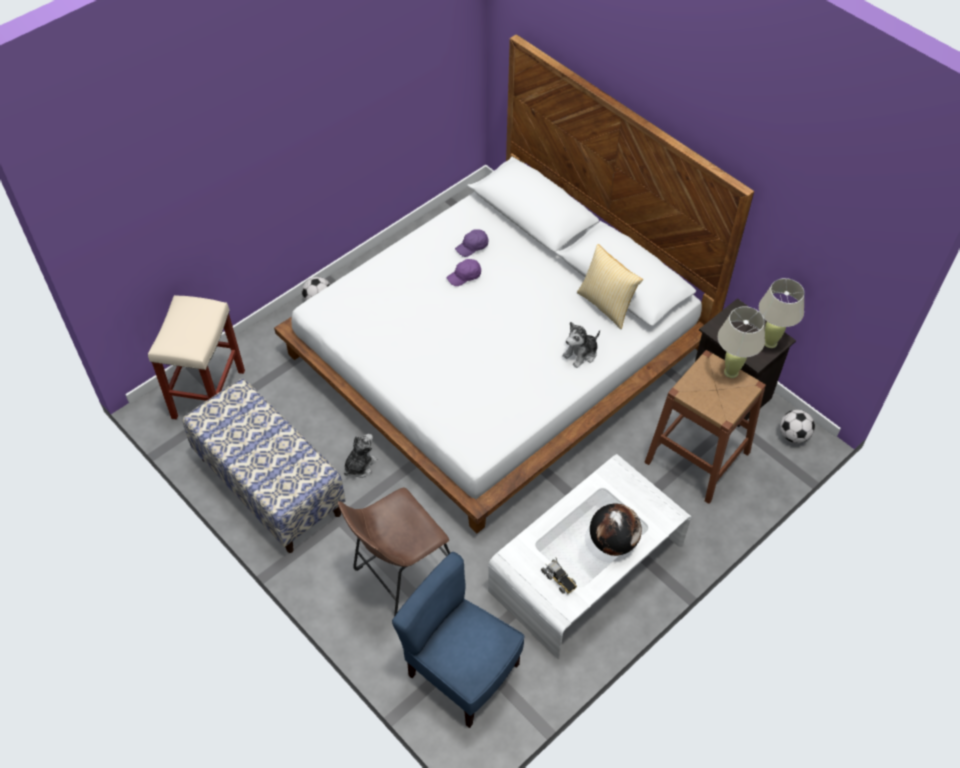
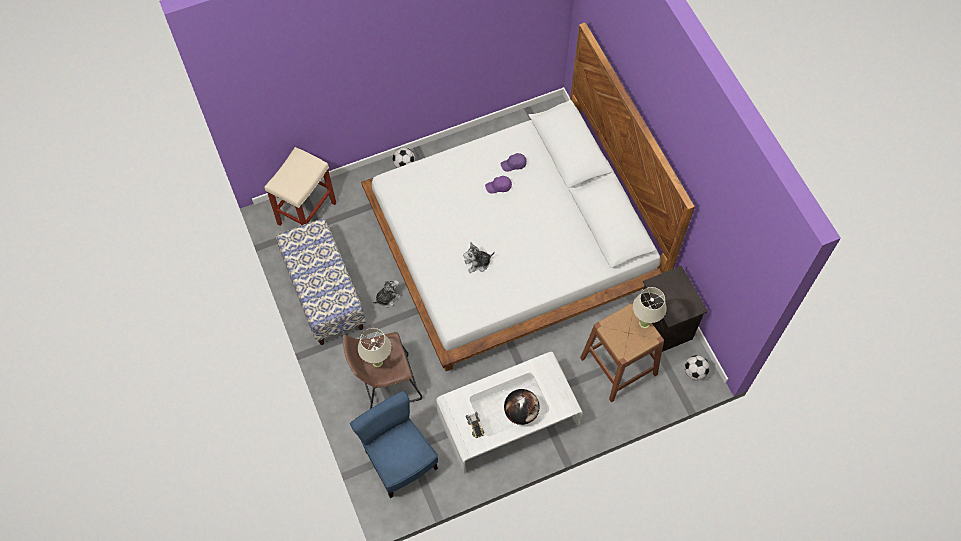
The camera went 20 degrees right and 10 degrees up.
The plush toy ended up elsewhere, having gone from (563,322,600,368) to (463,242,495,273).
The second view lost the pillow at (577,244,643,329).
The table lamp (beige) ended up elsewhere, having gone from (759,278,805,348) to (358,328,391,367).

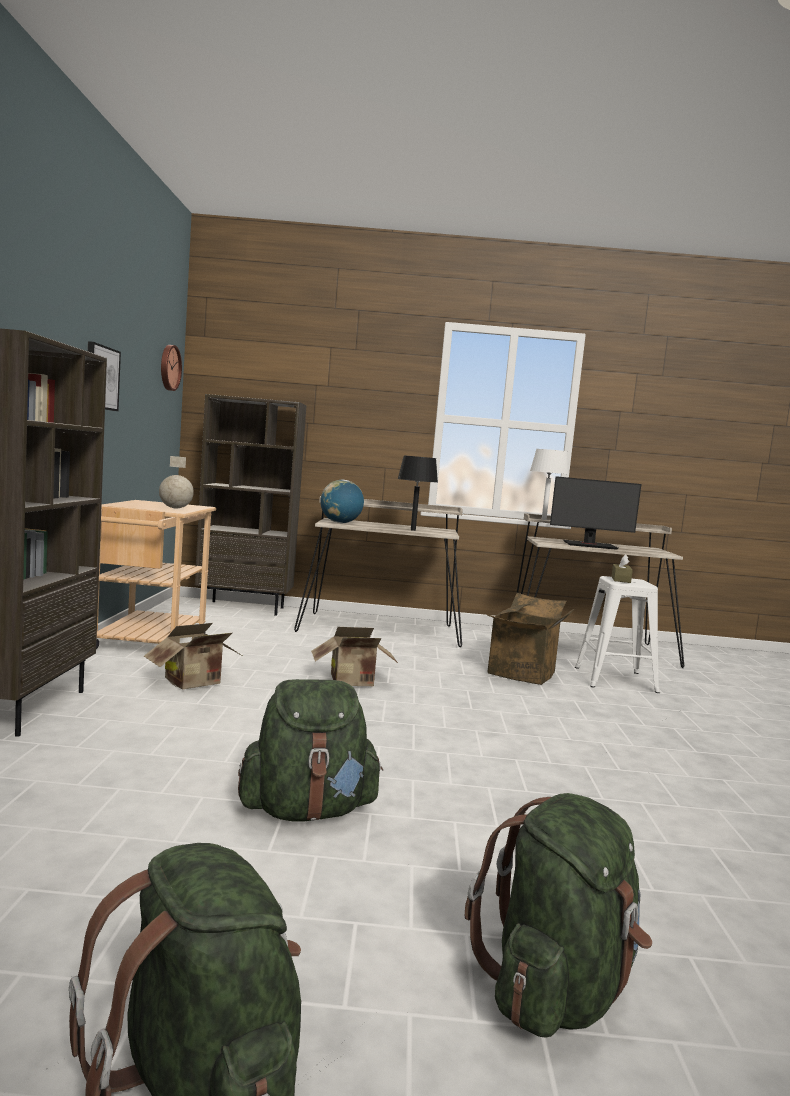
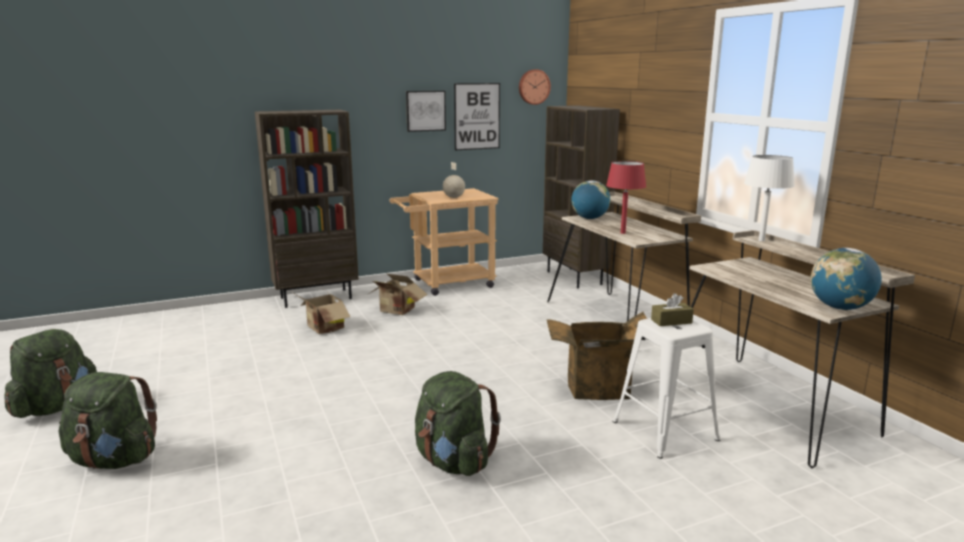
The camera went 65 degrees right and 10 degrees up.
The backpack (green) ended up elsewhere, having gone from (238,679,383,822) to (415,371,501,476).
The cardboard box ended up elsewhere, having gone from (311,627,398,686) to (293,287,351,334).
What was the table lamp (black) at (398,455,438,531) turned into the table lamp (red) at (606,161,646,234).
The second view lost the monitor at (550,476,641,550).
The second view gained the picture at (454,83,500,150).
The second view gained the globe at (811,248,882,310).

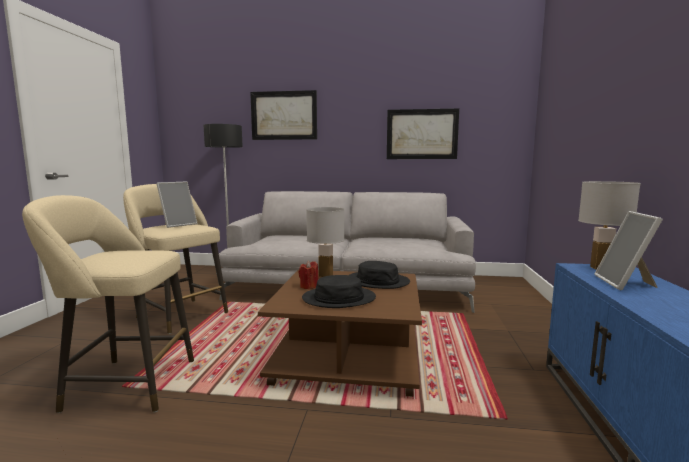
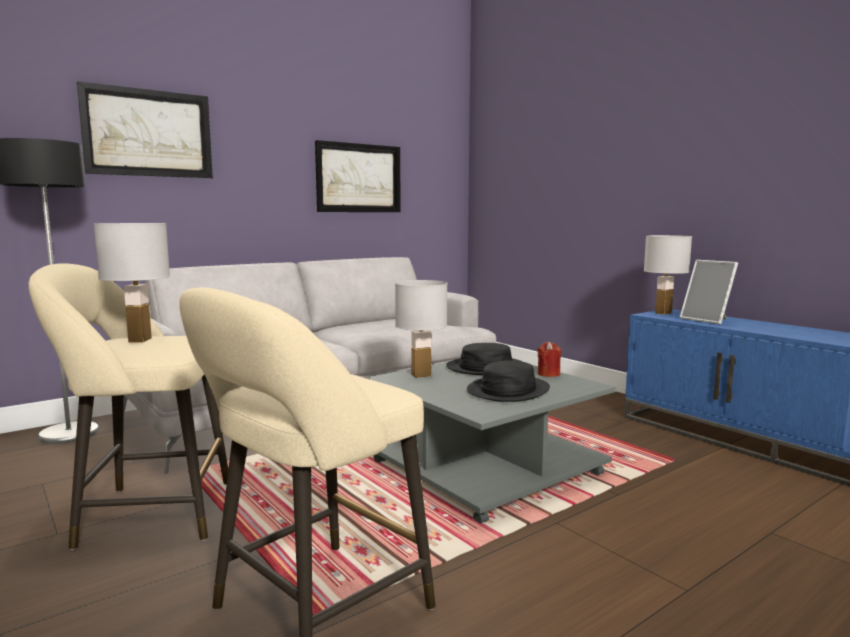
The camera went 45 degrees left and 0 degrees up.
Where the picture frame stood at (156,182,198,228), the table lamp (white) came to stand at (94,223,170,343).
What was the coffee table (brown) at (258,270,422,397) turned into the coffee table (grey) at (366,362,616,524).
The candle (red) ended up elsewhere, having gone from (299,261,318,289) to (537,342,561,377).

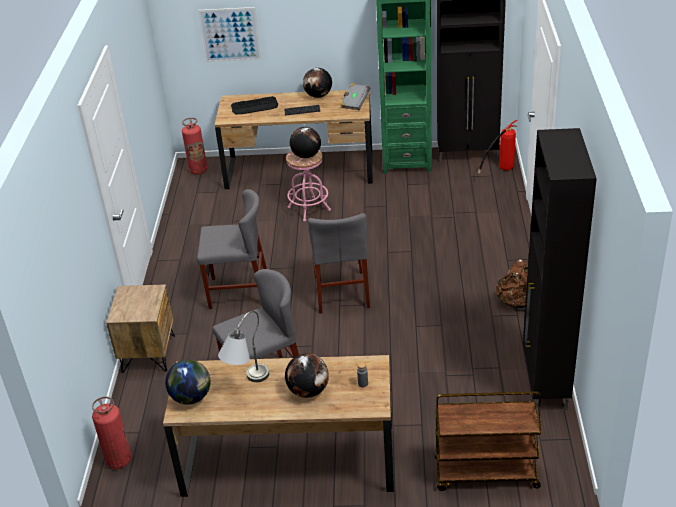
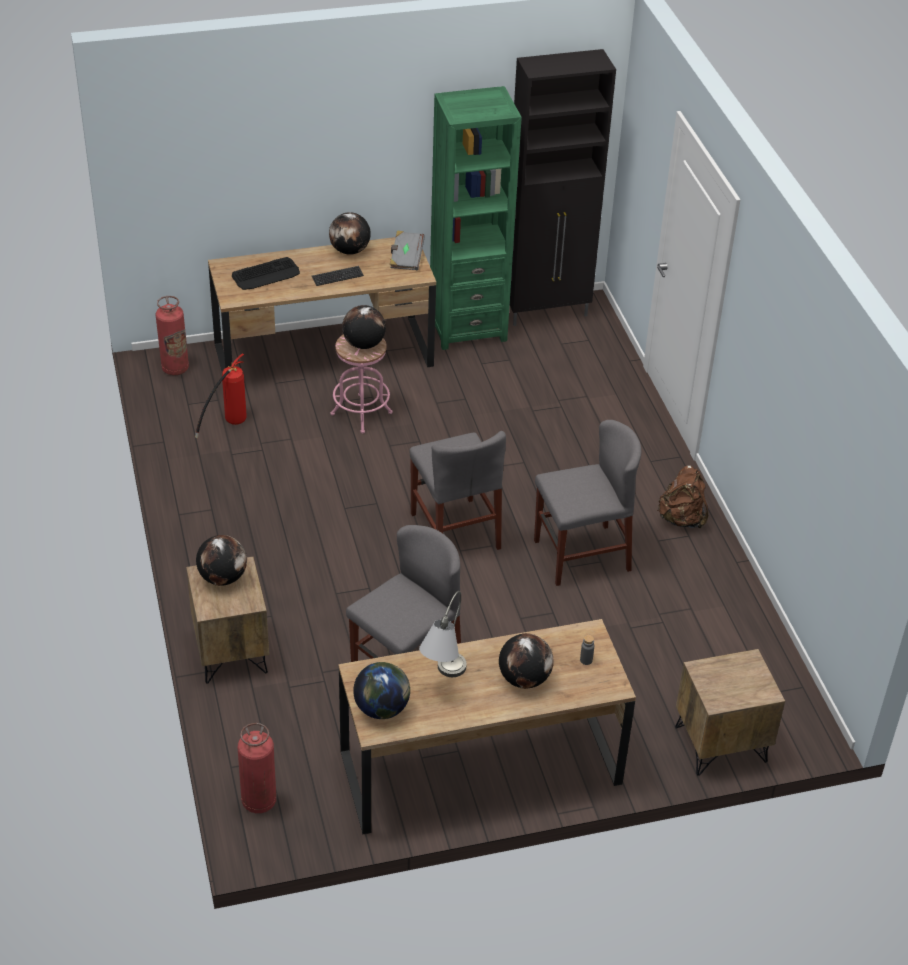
The camera went 20 degrees left and 5 degrees up.
The chair (grey) ended up elsewhere, having gone from (197,189,267,309) to (534,420,641,586).
The second view lost the picture at (198,7,261,62).
Where the cart (brown) stood at (435,391,542,491), the nightstand (brown) came to stand at (675,649,785,776).
The fire extinguisher ended up elsewhere, having gone from (478,120,517,173) to (195,354,247,438).
The second view lost the cabinet (black) at (523,128,597,411).
The second view gained the globe at (196,535,247,586).

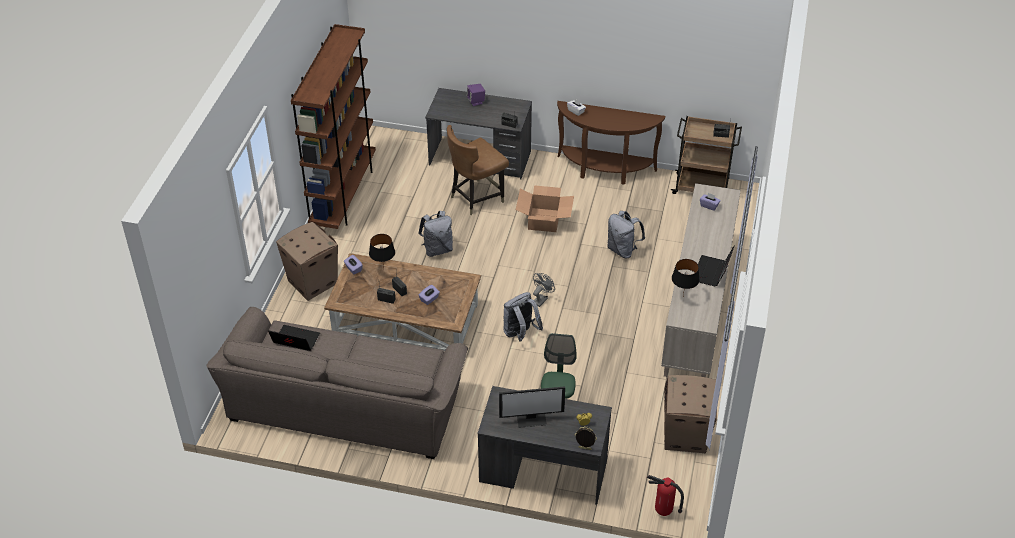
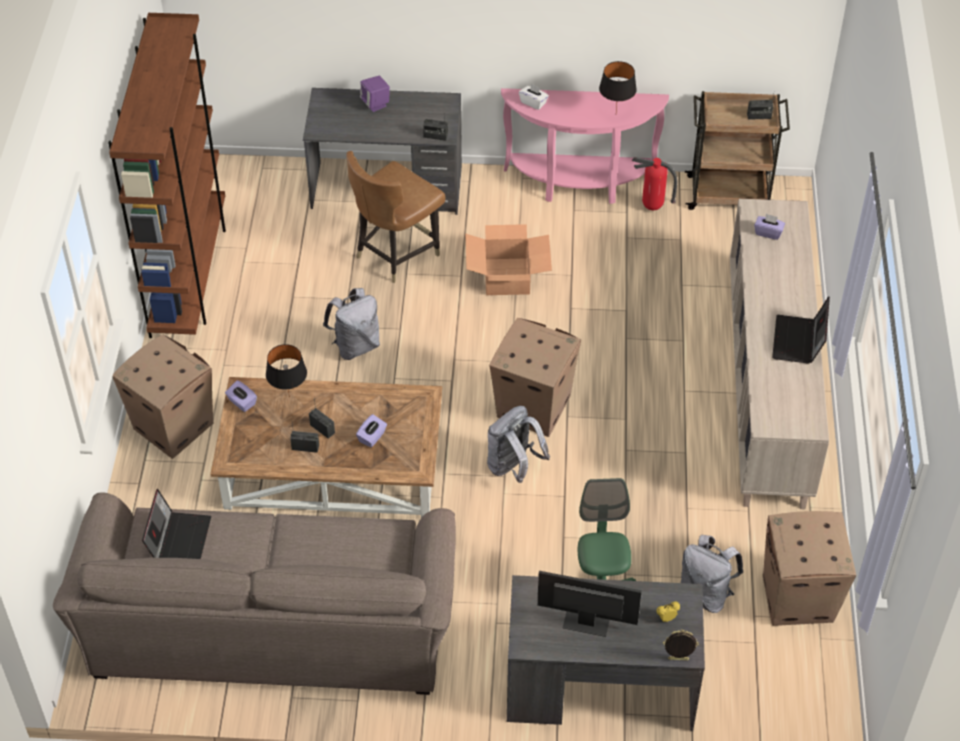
The camera went 10 degrees left and 5 degrees up.
The laptop at (268,325,320,351) ended up facing another way, 90 degrees clockwise from before.
The monitor at (499,386,565,428) ended up facing another way, 150 degrees counterclockwise from before.
Where the fan (grey) stood at (533,273,555,307), the cardboard box came to stand at (489,318,581,437).
What was the console table (brown) at (557,101,665,185) turned into the console table (pink) at (501,88,669,204).
The backpack (grey) ended up elsewhere, having gone from (607,211,645,258) to (681,535,743,613).
The fire extinguisher ended up elsewhere, having gone from (647,475,684,516) to (632,157,677,210).
The table lamp (black) ended up elsewhere, having gone from (672,259,700,296) to (599,61,637,111).

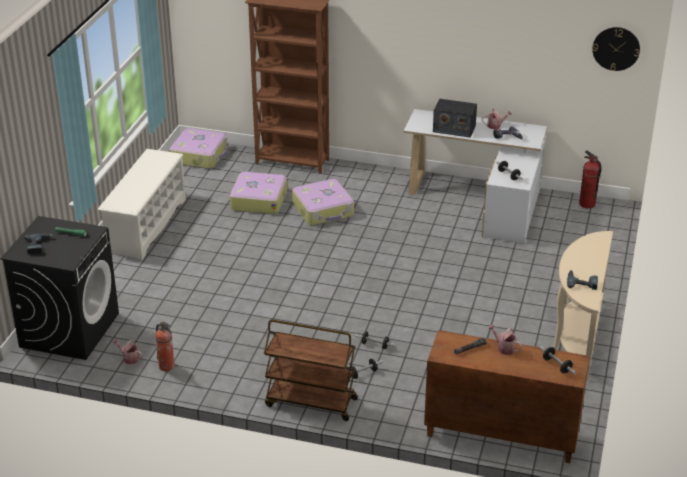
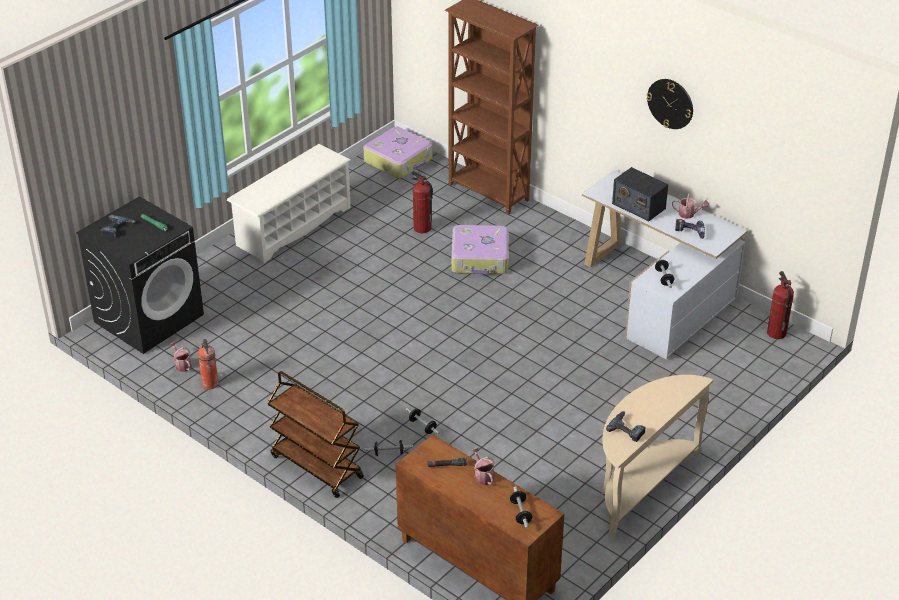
The camera went 25 degrees right and 5 degrees up.
Where the suitcase stood at (230,171,287,214), the fire extinguisher came to stand at (412,171,433,233).
The wall clock ended up elsewhere, having gone from (592,27,640,71) to (646,79,693,129).

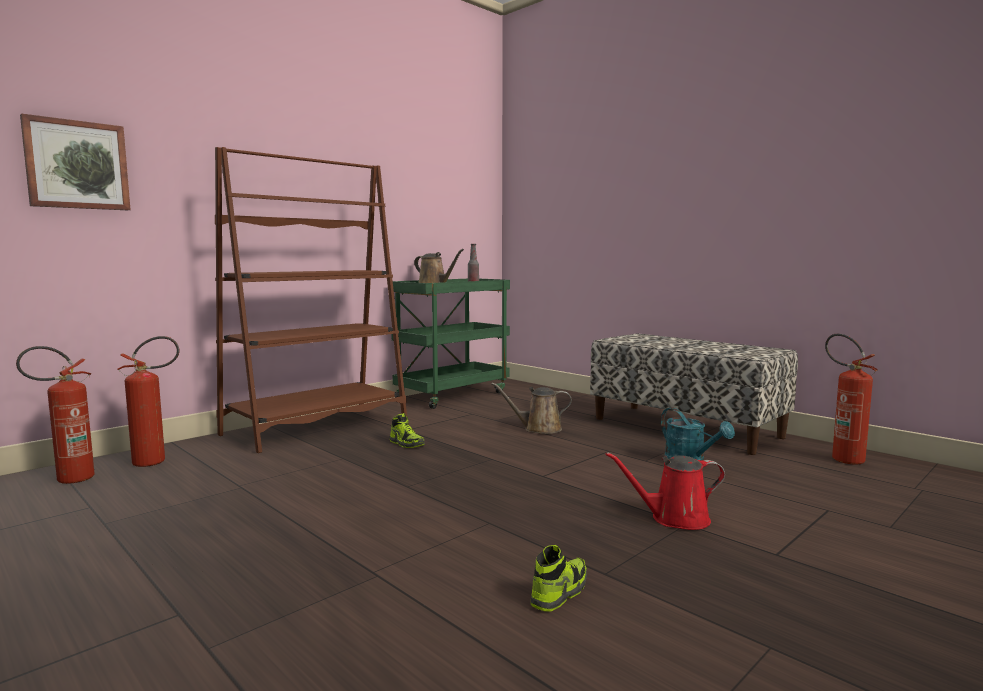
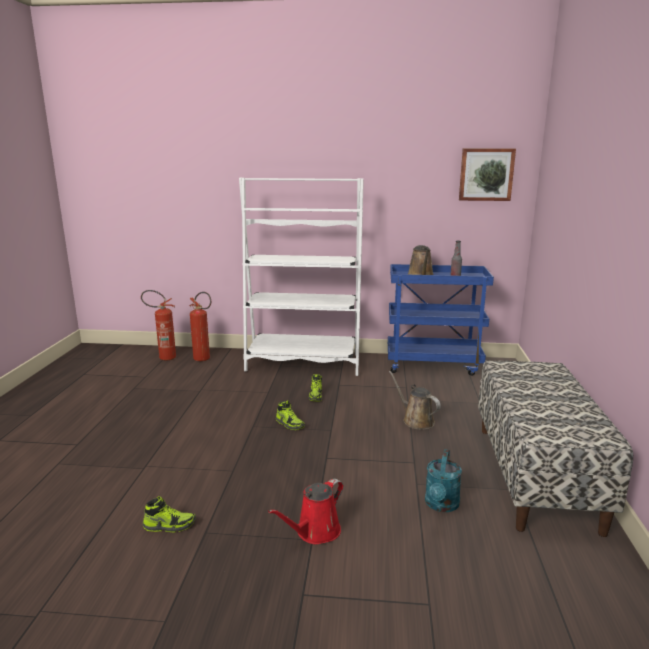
The camera went 50 degrees right and 10 degrees up.
The picture ended up elsewhere, having gone from (20,113,130,210) to (459,148,516,201).
What was the bookcase (brown) at (215,147,407,453) turned into the bookcase (white) at (239,177,364,376).
What was the cart (green) at (392,279,510,409) turned into the cart (blue) at (388,264,494,376).
The watering can (red) at (605,452,725,530) ended up facing another way, 90 degrees counterclockwise from before.
The second view lost the fire extinguisher at (825,334,878,464).
The second view gained the shoe at (276,400,305,430).

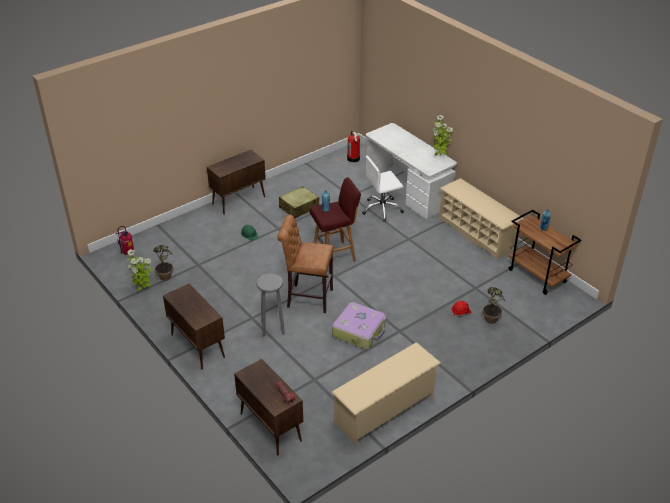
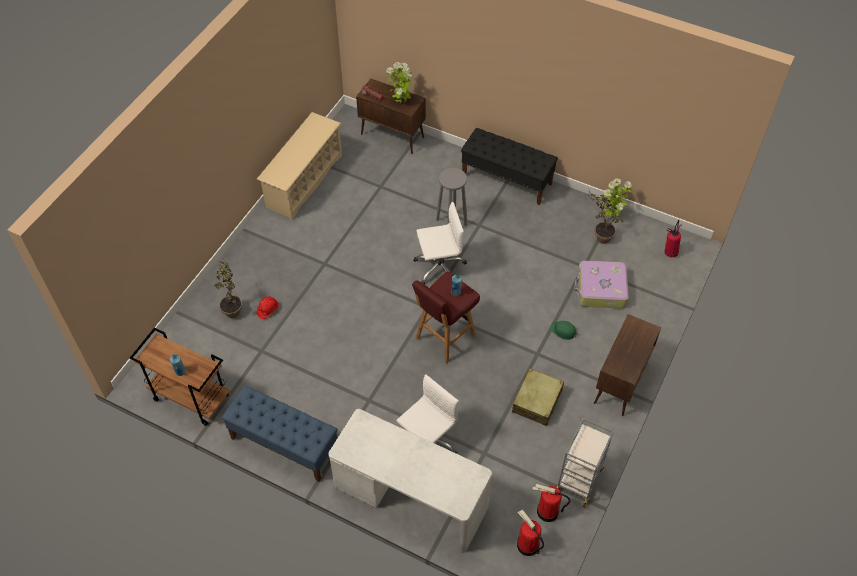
The camera went 155 degrees right and 15 degrees up.
Where the cabinet (brown) stood at (163,284,225,369), the bench (black) came to stand at (461,128,558,205).
Where the stool (brown) stood at (277,215,334,313), the office chair (white) came to stand at (413,202,467,285).
The suitcase ended up elsewhere, having gone from (332,302,386,349) to (574,261,629,309).
The potted plant ended up elsewhere, having gone from (432,115,453,156) to (386,62,412,103).
Where the shoe rack (beige) stood at (439,178,524,260), the bench (blue) came to stand at (222,385,338,482).
The second view gained the fire extinguisher at (532,484,570,522).
The second view gained the cart (grey) at (556,418,614,507).

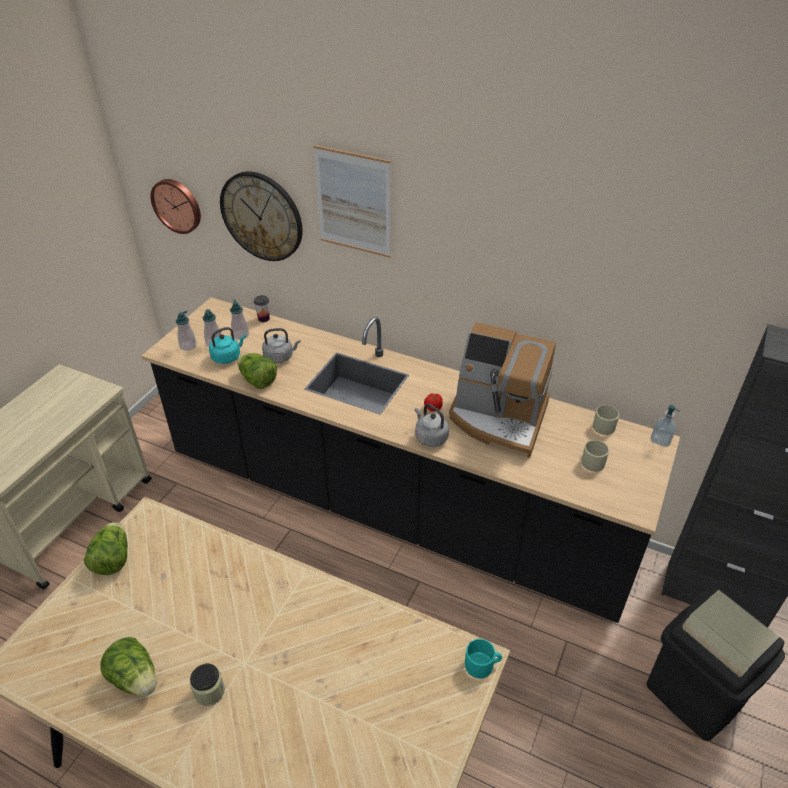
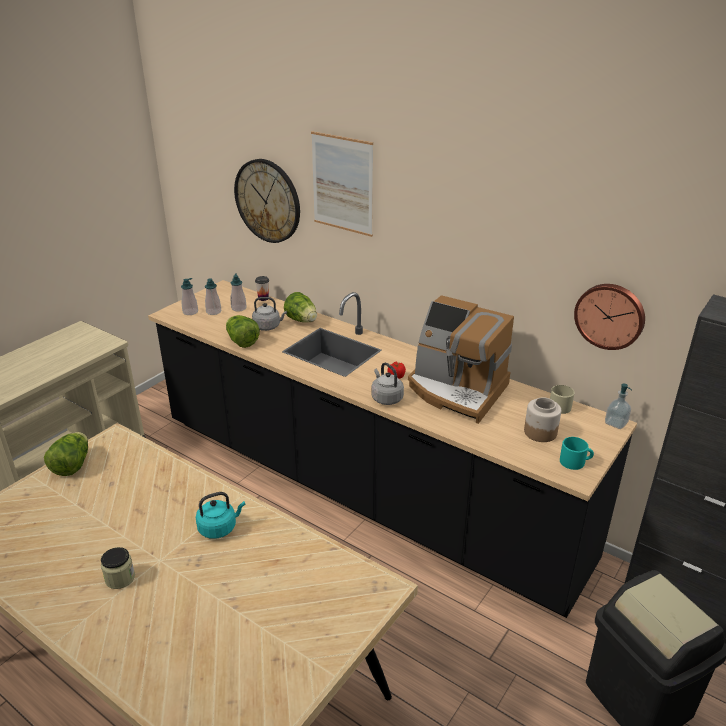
The camera went 10 degrees right and 10 degrees down.
The lettuce ended up elsewhere, having gone from (100,637,156,697) to (284,292,317,322).
The wall clock ended up elsewhere, having gone from (150,179,201,234) to (574,284,645,350).
The kettle (turquoise) ended up elsewhere, having gone from (209,327,246,364) to (196,492,245,539).
The mug (turquoise) ended up elsewhere, having gone from (465,639,502,679) to (560,437,594,470).
Where the mug (beige) stood at (581,440,609,472), the jar came to stand at (524,397,561,442).

